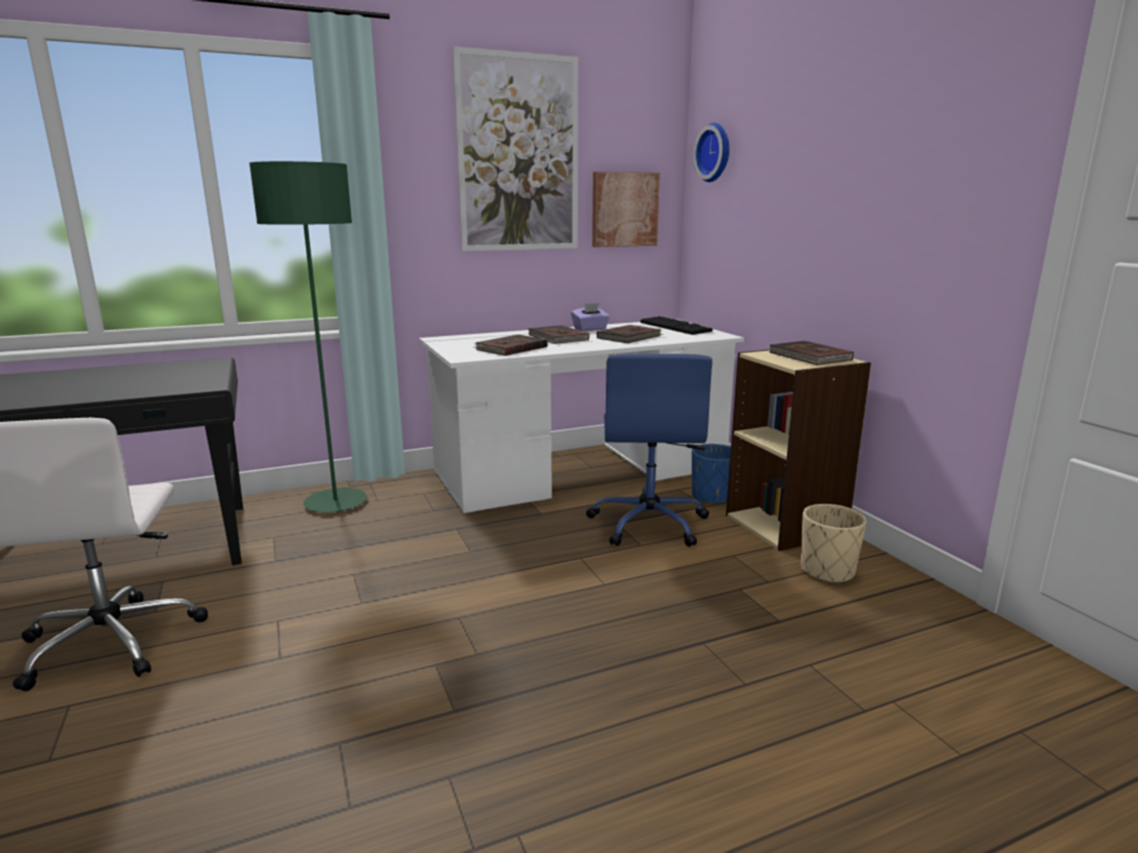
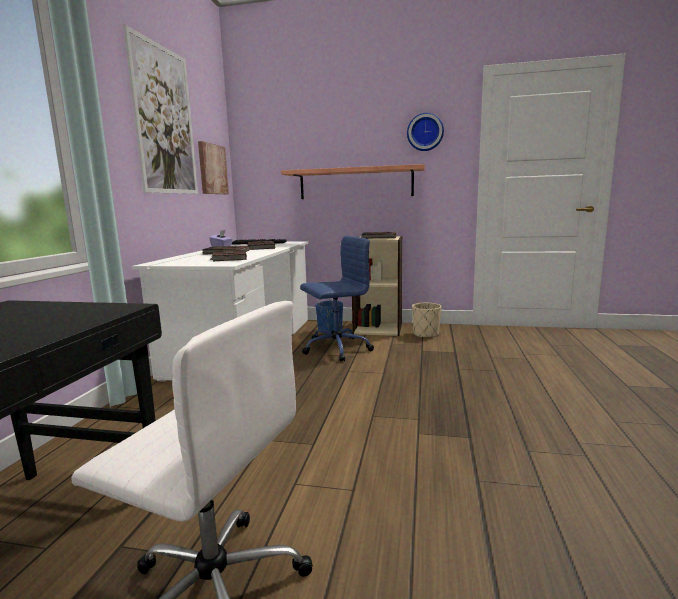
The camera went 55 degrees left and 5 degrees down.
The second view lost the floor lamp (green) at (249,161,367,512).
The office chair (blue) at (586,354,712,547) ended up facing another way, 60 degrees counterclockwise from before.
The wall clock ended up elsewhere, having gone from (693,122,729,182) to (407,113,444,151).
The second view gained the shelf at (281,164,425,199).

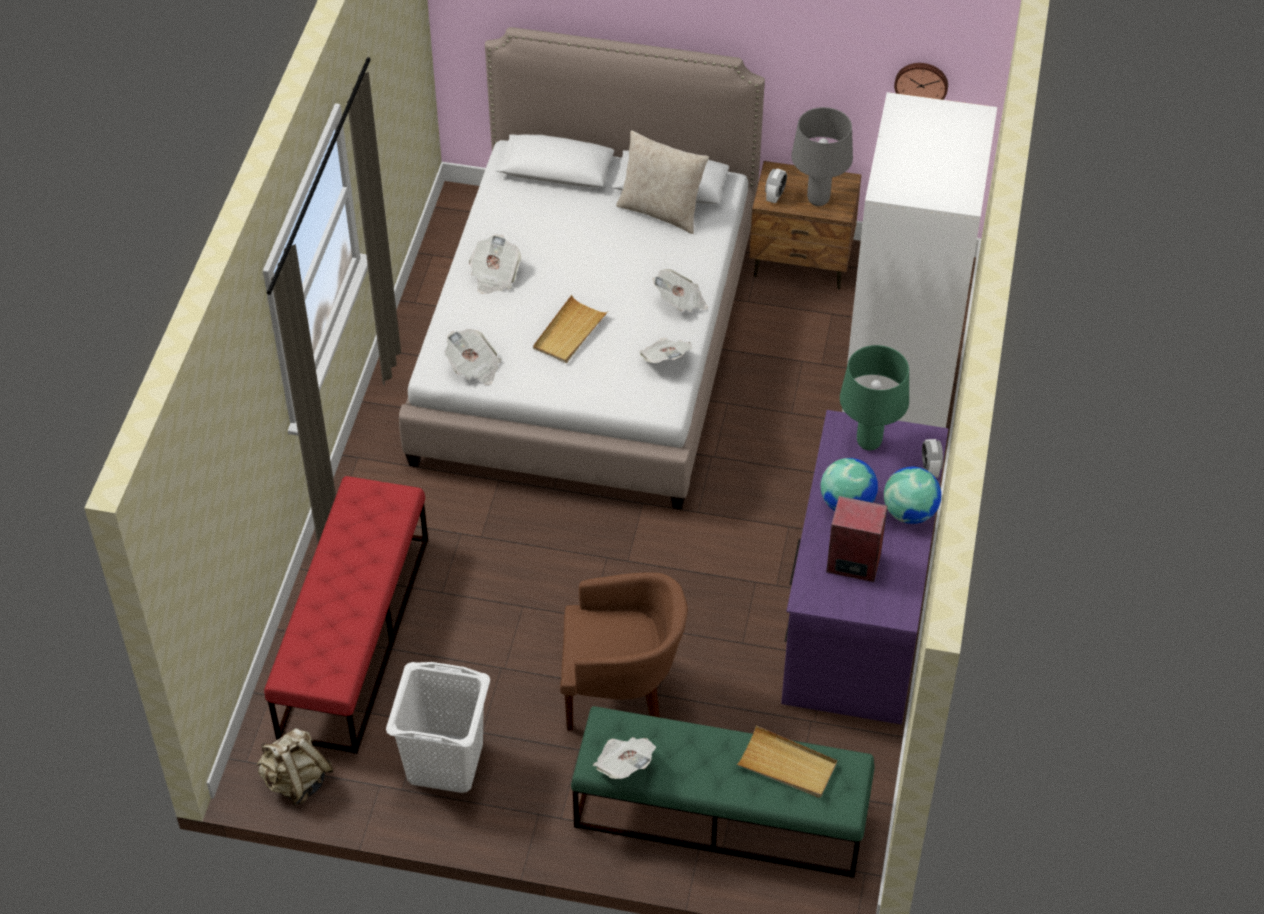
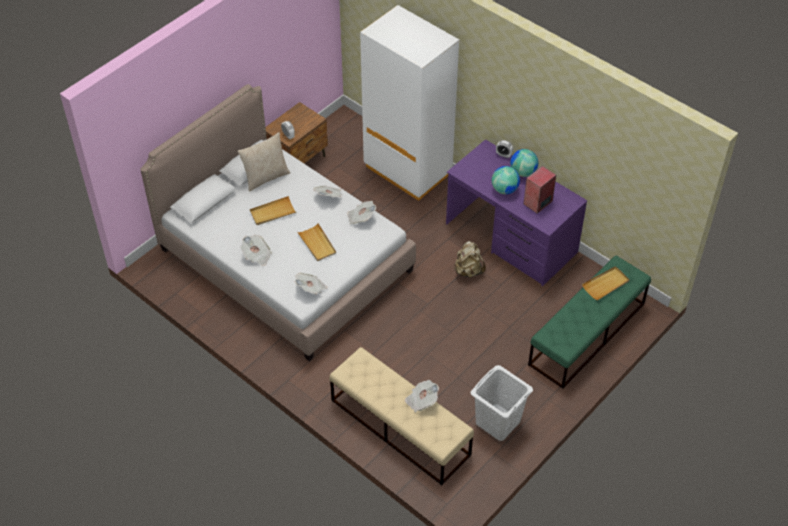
The camera went 60 degrees left and 0 degrees up.
The backpack (beige) ended up elsewhere, having gone from (257,728,333,805) to (454,241,486,278).
What was the bench (red) at (264,476,428,754) turned into the bench (beige) at (329,347,474,485).
The second view lost the armchair (brown) at (560,573,688,731).
The newspaper ended up elsewhere, having gone from (593,737,656,779) to (405,380,439,413).
The second view lost the table lamp (grey) at (791,107,853,206).
The second view lost the table lamp (green) at (840,345,909,450).
The second view lost the wall clock at (894,63,948,100).
The second view gained the tray (beige) at (250,196,296,225).

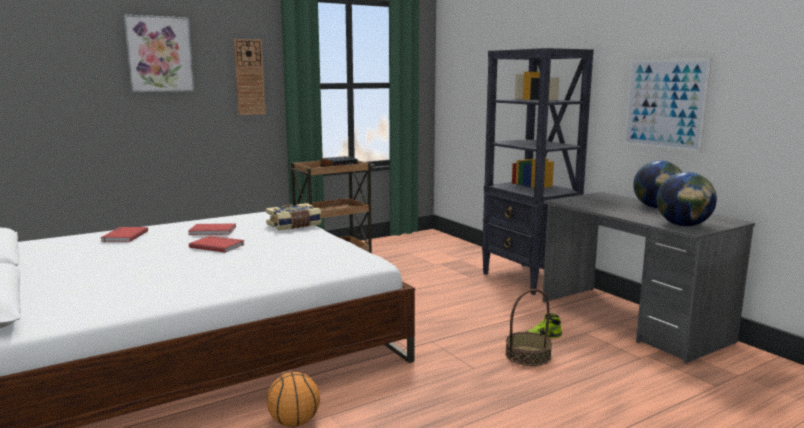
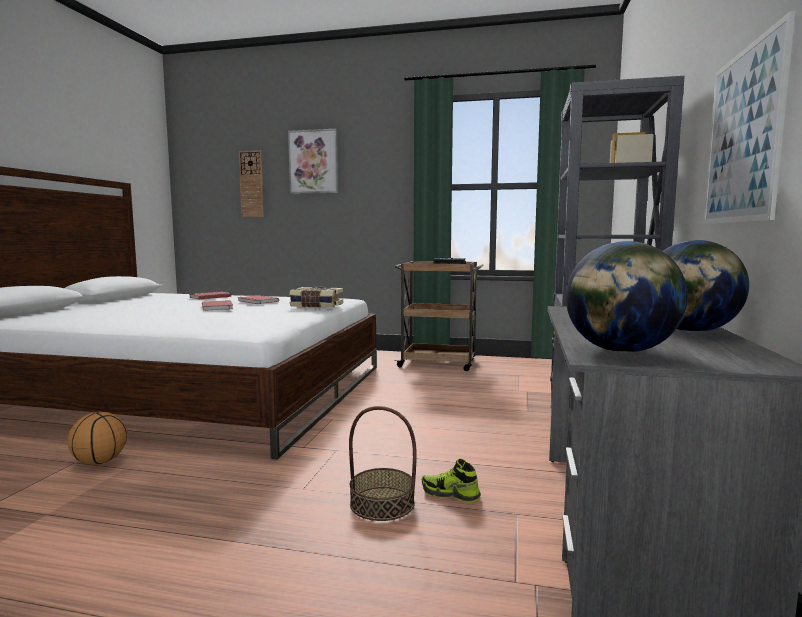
The camera went 45 degrees right and 5 degrees down.
The wall clock ended up elsewhere, having gone from (234,39,265,115) to (239,150,264,217).

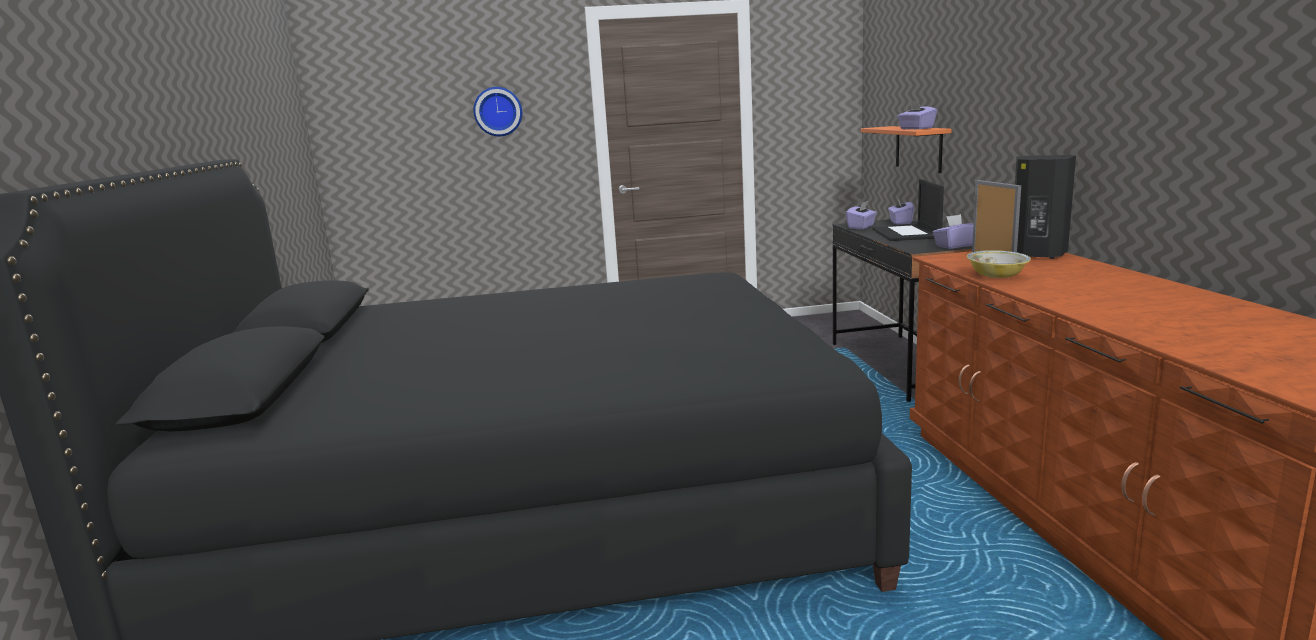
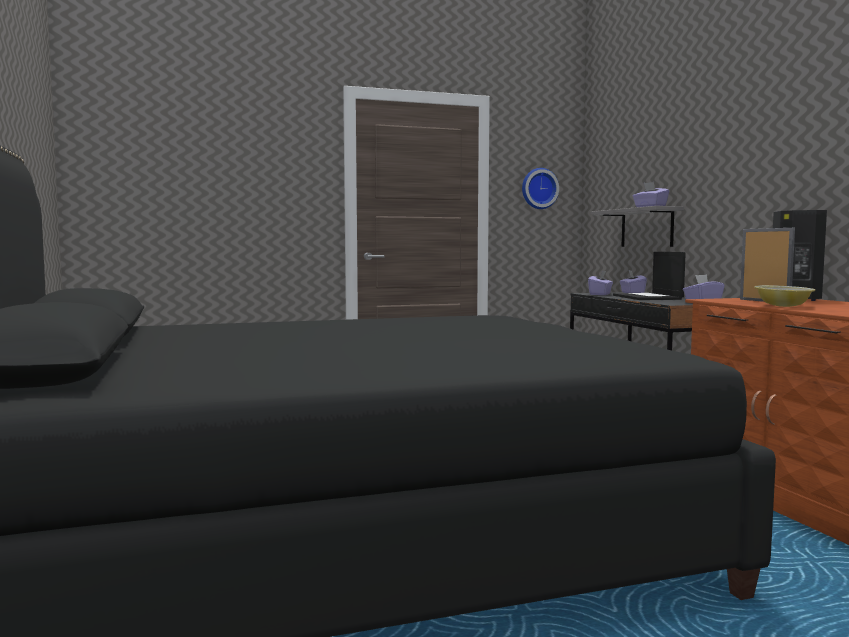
The camera went 10 degrees left and 10 degrees down.
The wall clock ended up elsewhere, having gone from (473,87,522,136) to (522,168,559,209).
What was the shelf (orange) at (861,126,952,173) turned into the shelf (grey) at (590,206,684,247).

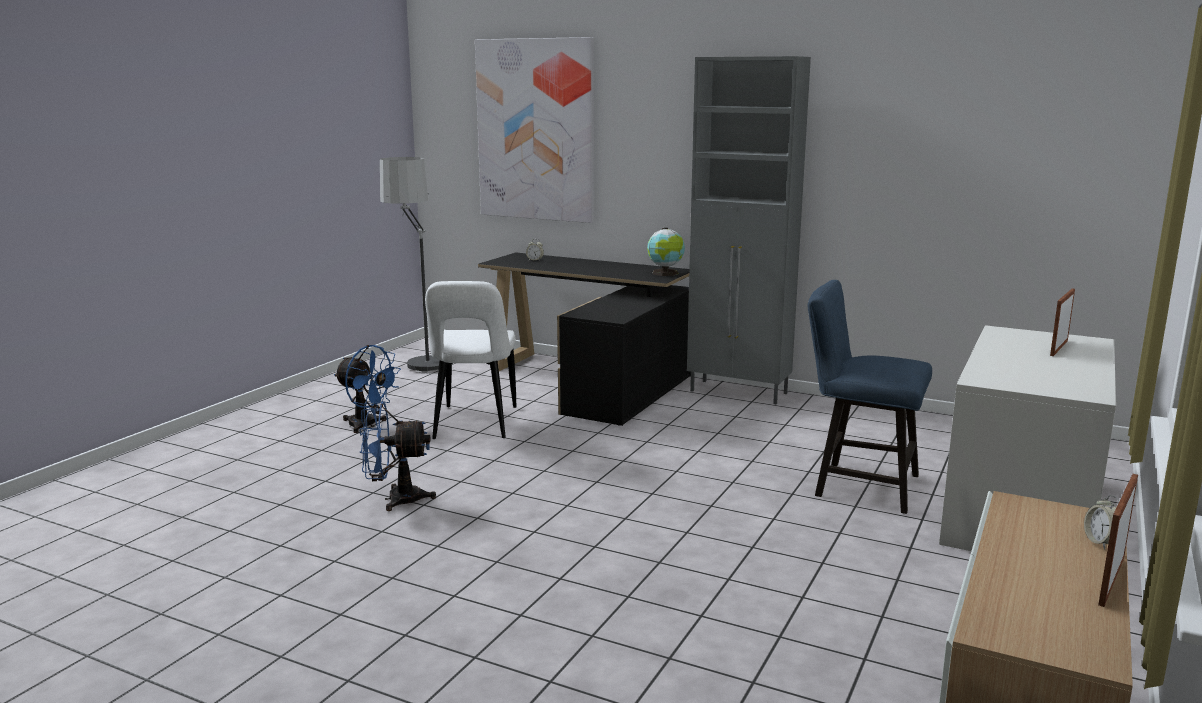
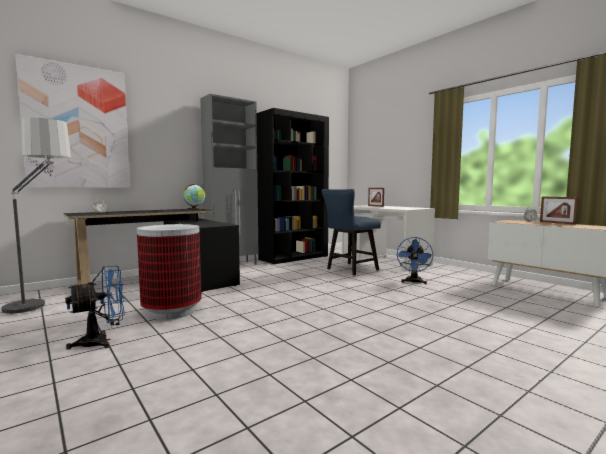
The camera went 65 degrees left and 10 degrees down.
The fan (blue) ended up elsewhere, having gone from (359,402,436,511) to (397,237,433,284).
Where the chair (white) stood at (425,281,516,439), the trash can came to stand at (137,224,202,320).
The second view gained the bookcase (black) at (257,108,329,264).

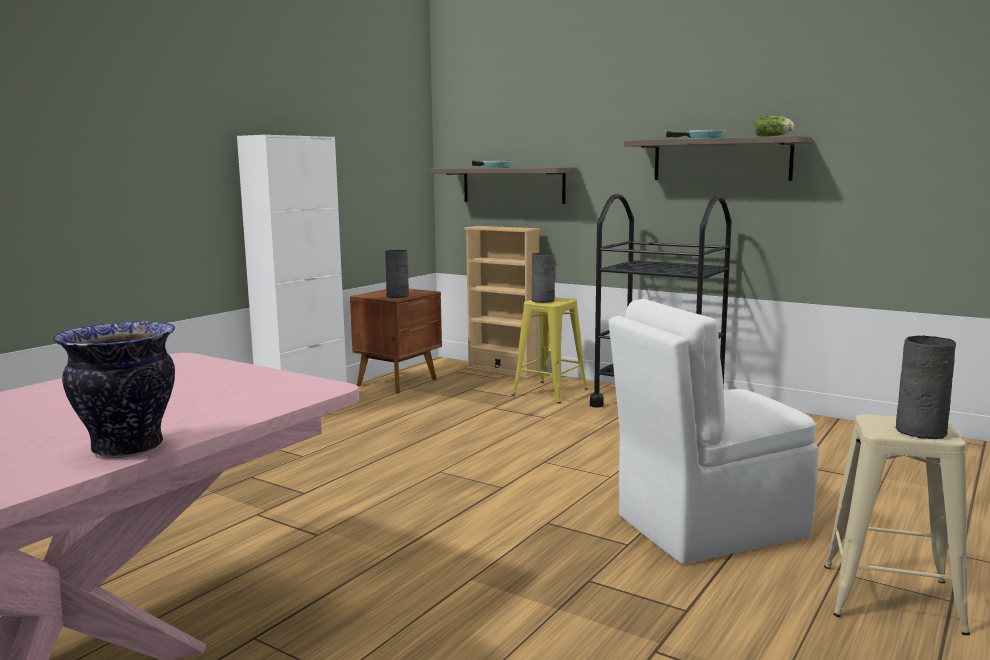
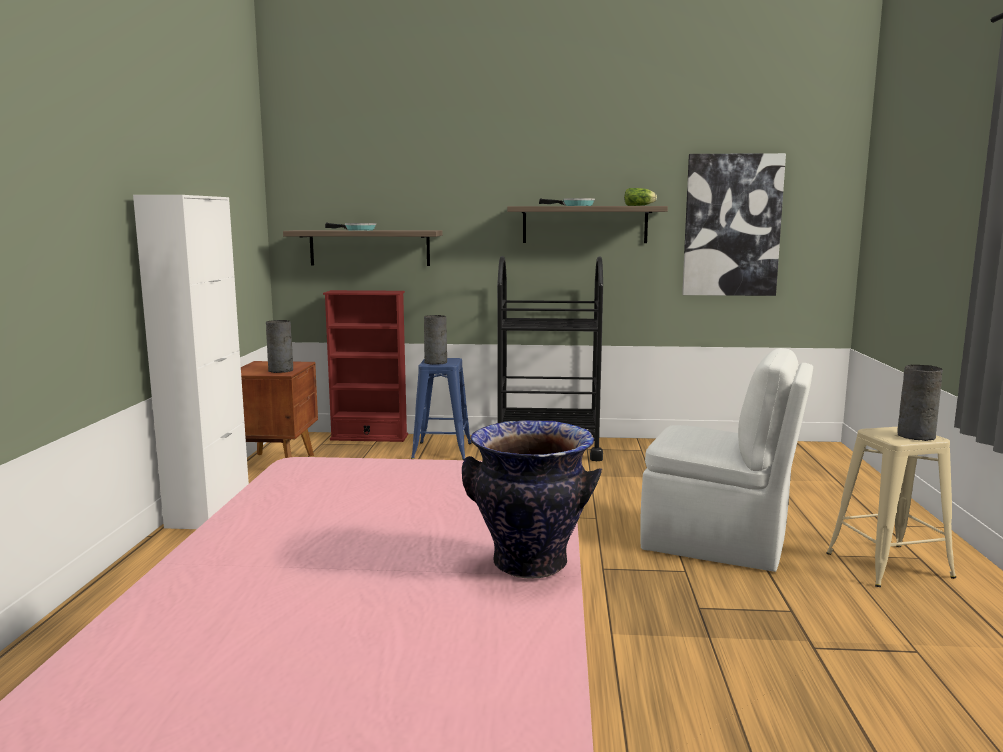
The camera went 30 degrees left and 0 degrees up.
What was the bookcase (beige) at (464,226,541,379) turned into the bookcase (red) at (323,290,408,442).
What was the stool (yellow) at (512,297,588,404) turned into the stool (blue) at (411,358,472,460).
The chair (white) at (608,299,819,564) ended up facing another way, 105 degrees counterclockwise from before.
The second view gained the picture at (682,153,786,296).

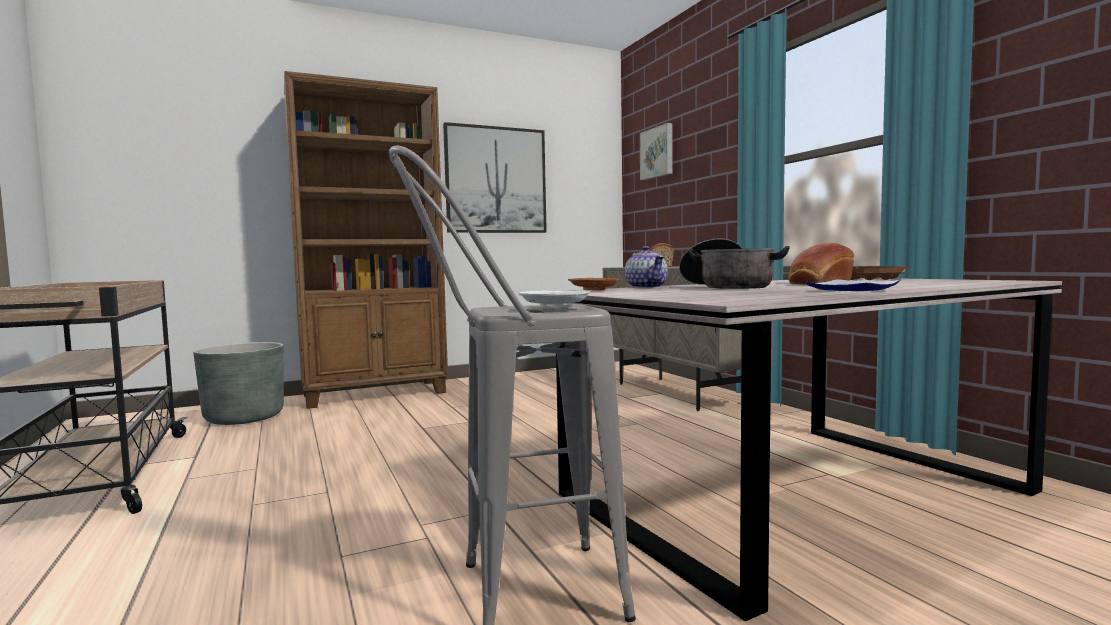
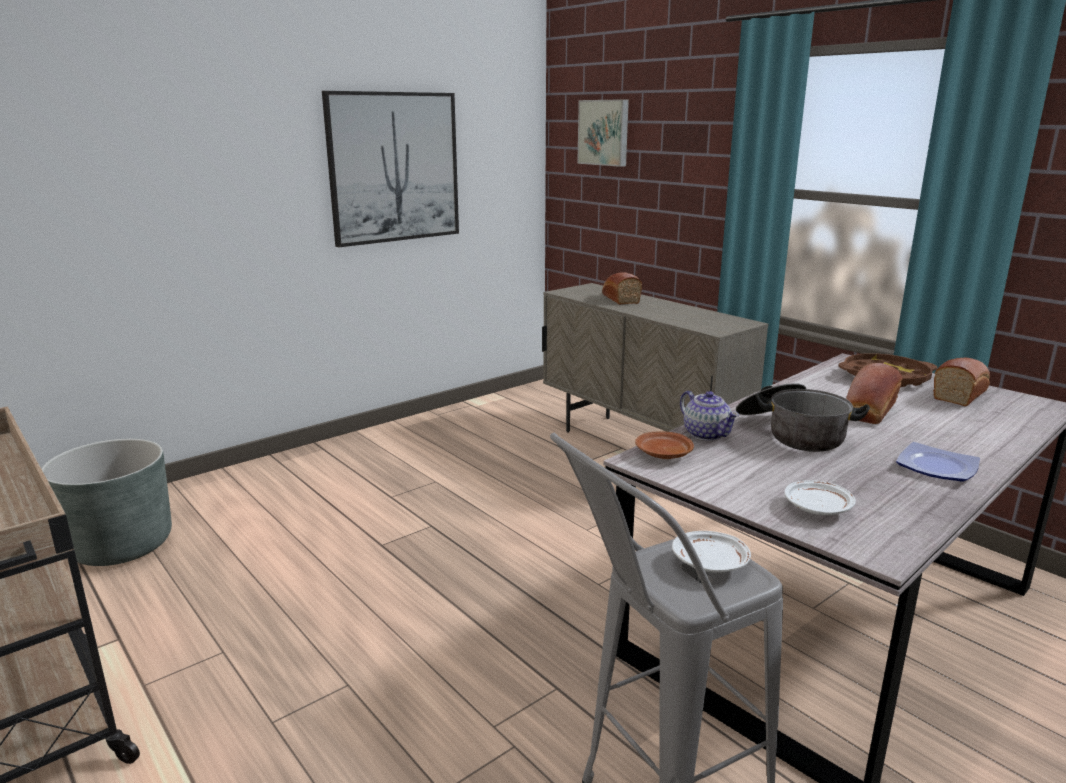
The camera went 15 degrees left and 15 degrees up.
The second view lost the bookcase (brown) at (284,71,448,409).
The second view gained the plate (white) at (784,480,856,515).
The second view gained the bread at (933,358,990,406).

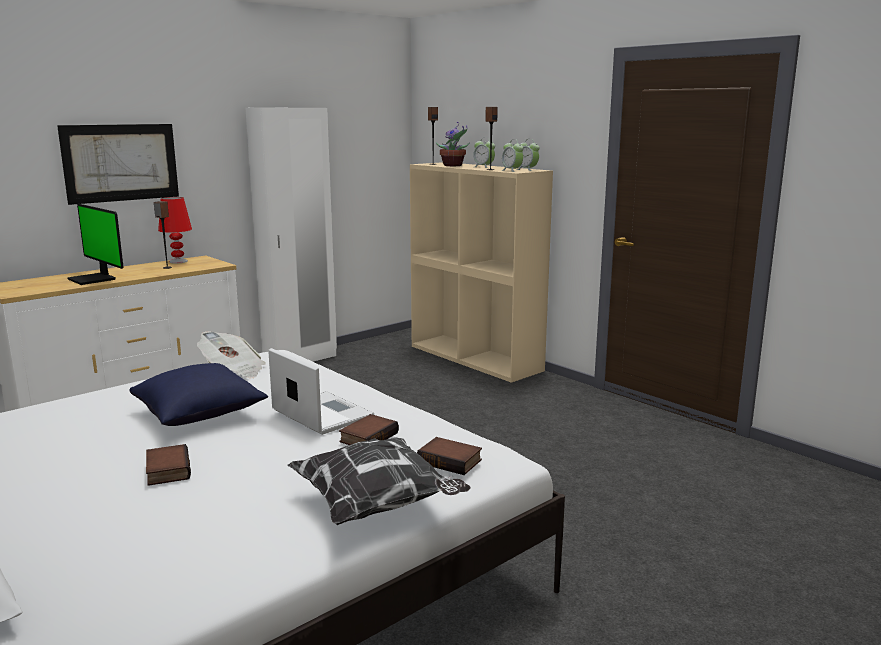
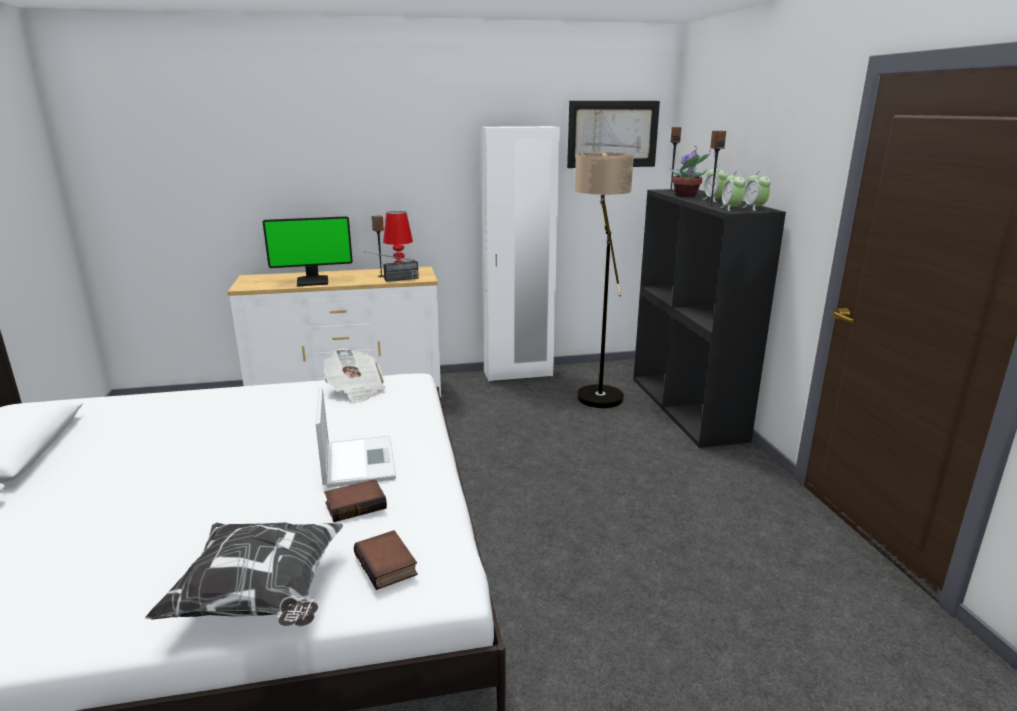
The camera went 30 degrees right and 5 degrees up.
The picture ended up elsewhere, having gone from (57,124,179,205) to (567,101,660,168).
The monitor at (67,204,123,285) ended up facing another way, 90 degrees counterclockwise from before.
The second view lost the pillow (blue) at (129,363,268,426).
The second view lost the book at (146,444,191,486).
What was the bookcase (beige) at (410,162,553,383) turned into the bookcase (black) at (633,189,786,448).
The second view gained the radio at (366,252,419,282).
The second view gained the floor lamp at (574,152,634,408).

